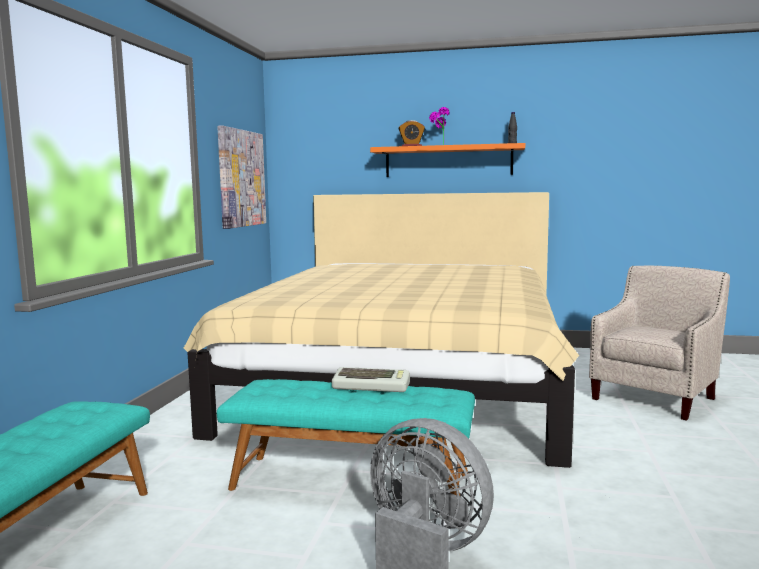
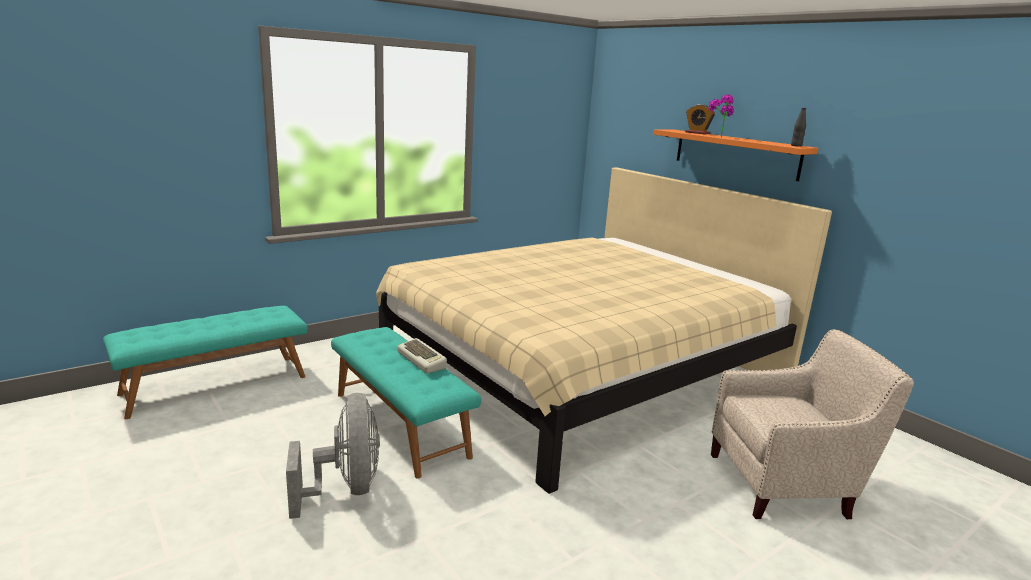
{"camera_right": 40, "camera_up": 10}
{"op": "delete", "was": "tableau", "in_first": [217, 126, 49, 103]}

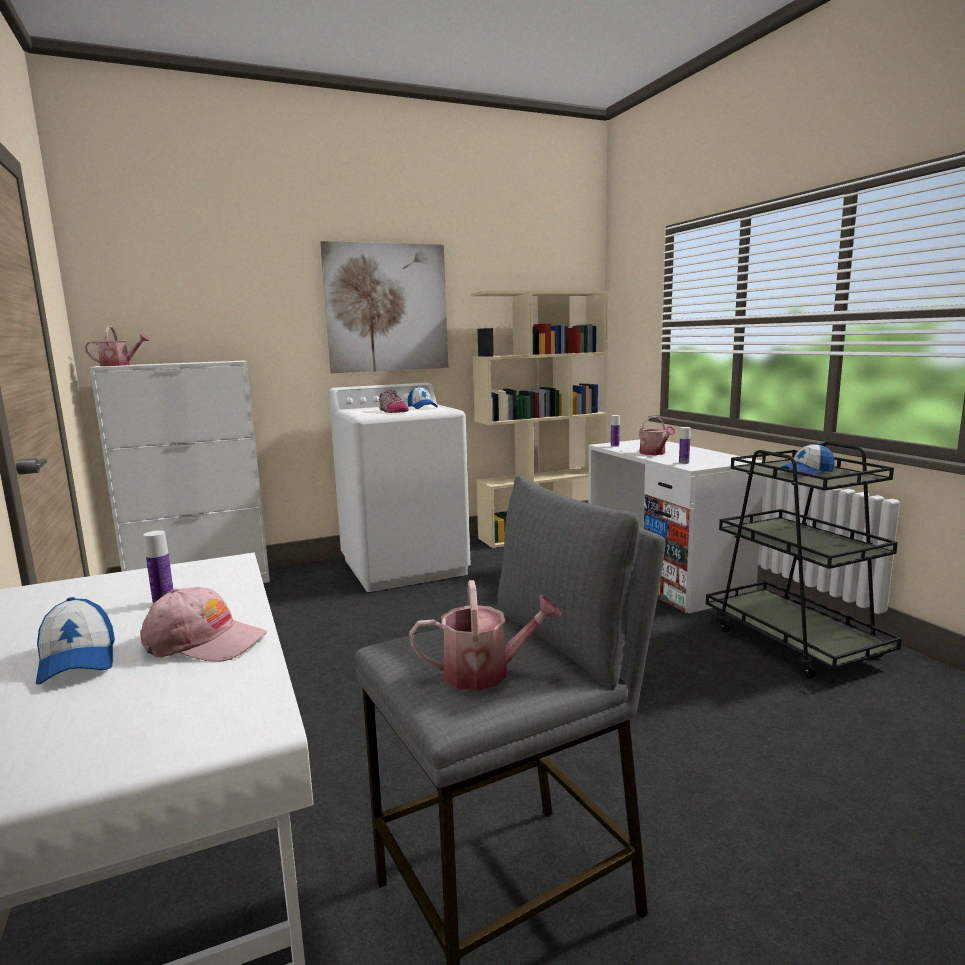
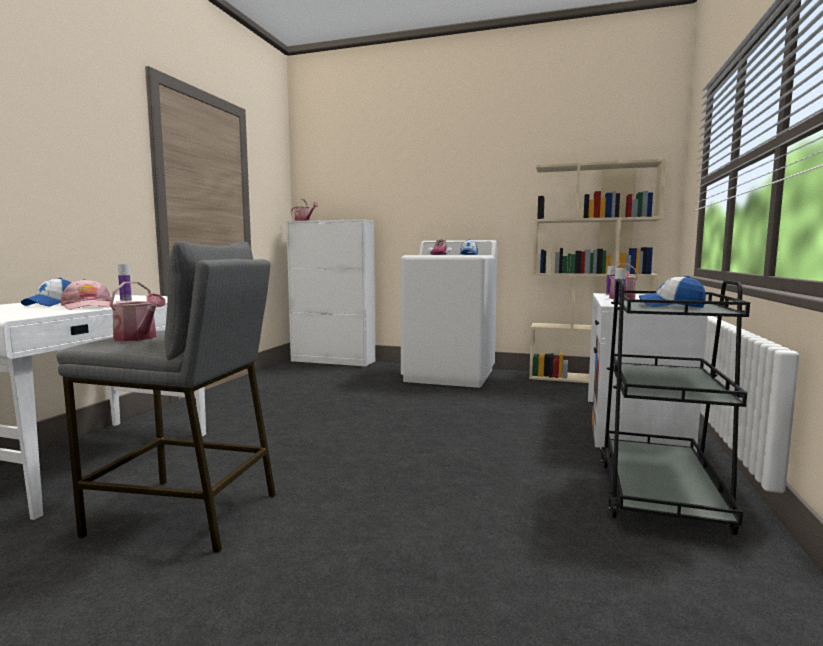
{"camera_right": 40, "camera_up": -5}
{"op": "delete", "was": "tableau", "in_first": [320, 241, 128, 132]}

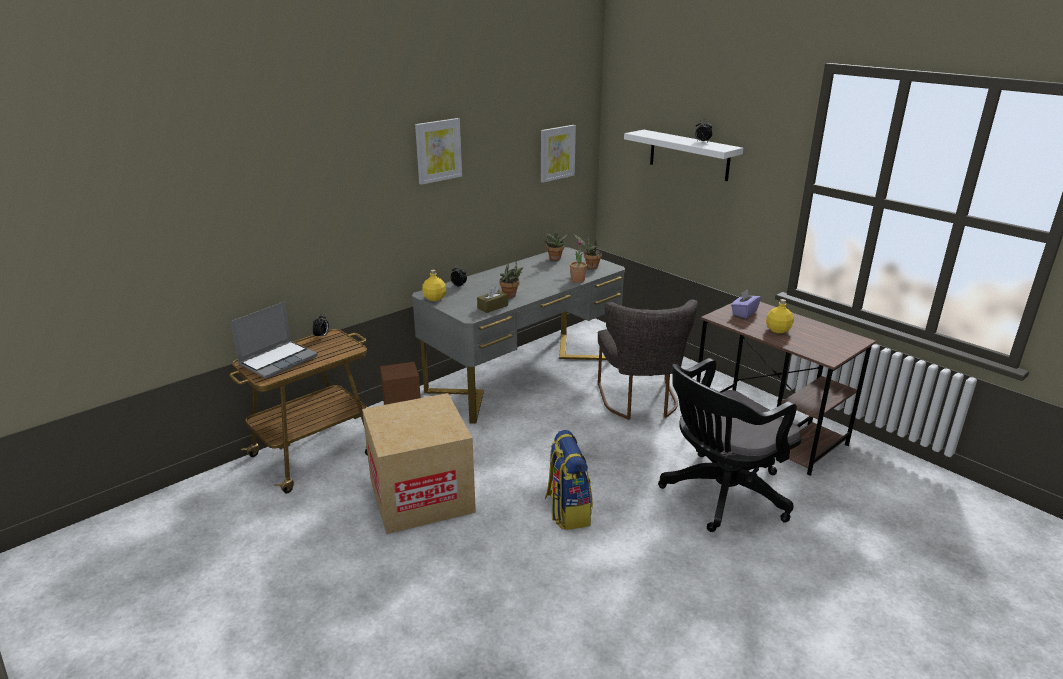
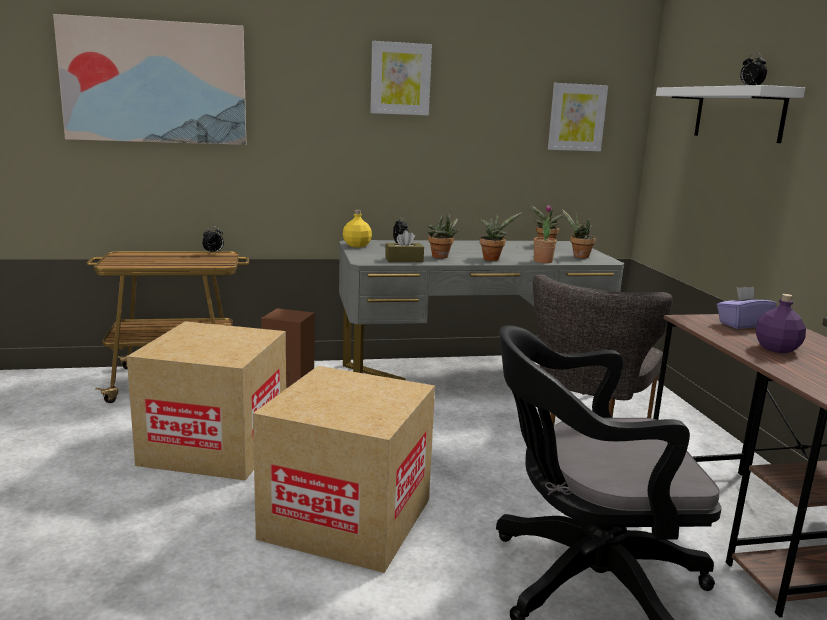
{"camera_right": 30, "camera_up": -10}
{"op": "recolor", "was": "bouteille (jaune)", "now": "bouteille (violet)", "in_first": [766, 299, 28, 34], "in_second": [755, 294, 51, 59]}
{"op": "delete", "was": "ordinateur portable", "in_first": [230, 302, 88, 77]}
{"op": "replace", "was": "sac à dos", "now": "carton", "in_first": [545, 430, 48, 100], "in_second": [253, 366, 182, 207]}
{"op": "insert", "now": "tableau", "in_second": [53, 14, 193, 131]}
{"op": "insert", "now": "plante en pot", "in_second": [479, 211, 43, 50]}

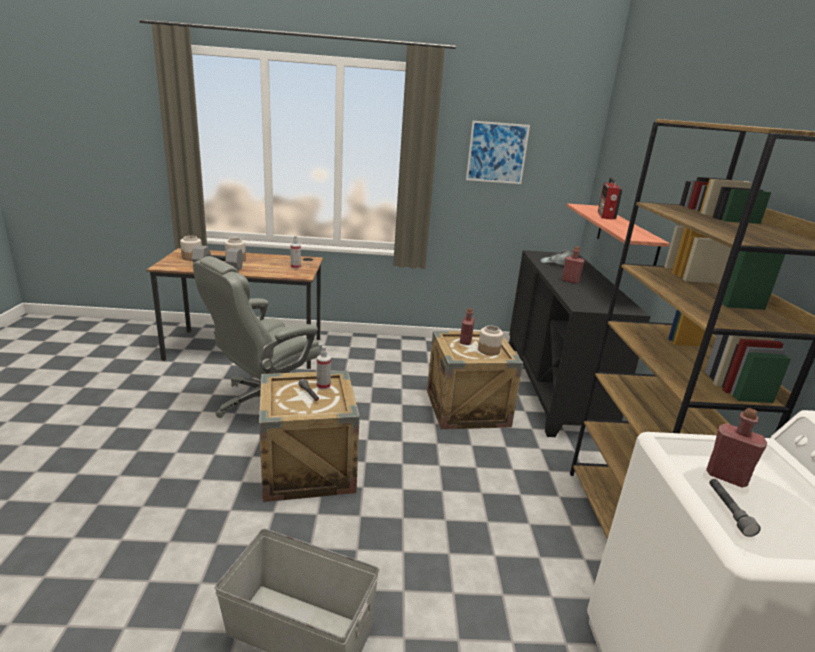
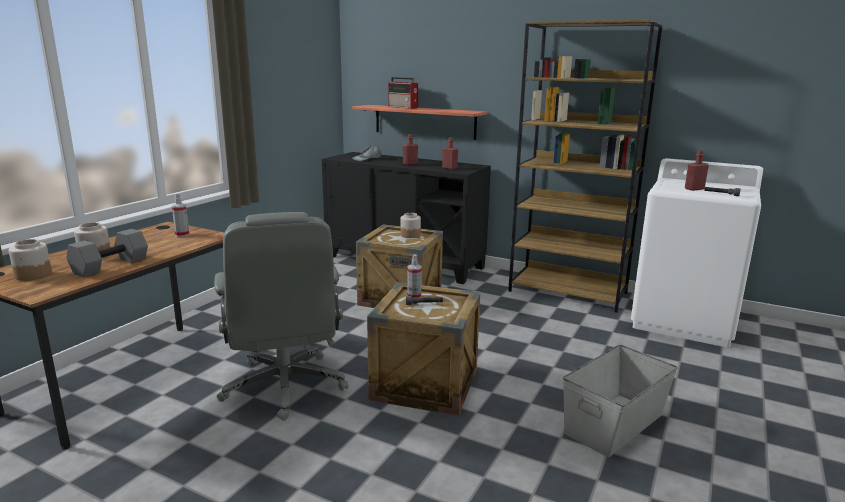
{"camera_right": -60, "camera_up": -5}
{"op": "delete", "was": "tableau", "in_first": [466, 121, 64, 63]}
{"op": "move", "was": "bouteille (rouge)", "in_first": [460, 308, 15, 37], "in_second": [442, 137, 16, 33]}

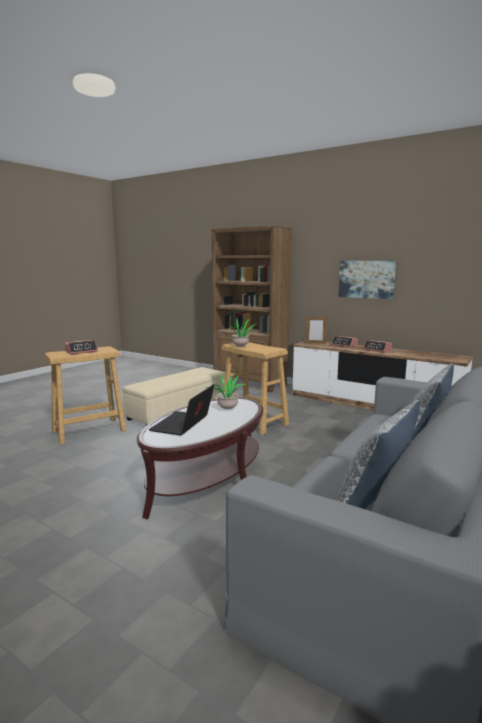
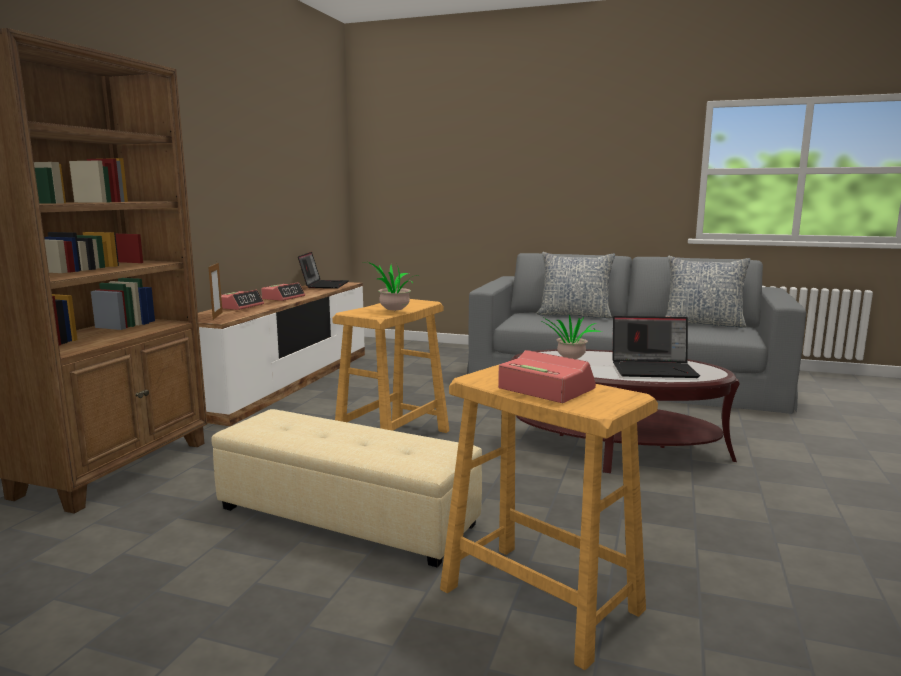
{"camera_right": -105, "camera_up": 0}
{"op": "delete", "was": "tableau", "in_first": [338, 261, 58, 38]}
{"op": "insert", "now": "ordinateur portable", "in_second": [298, 252, 51, 36]}

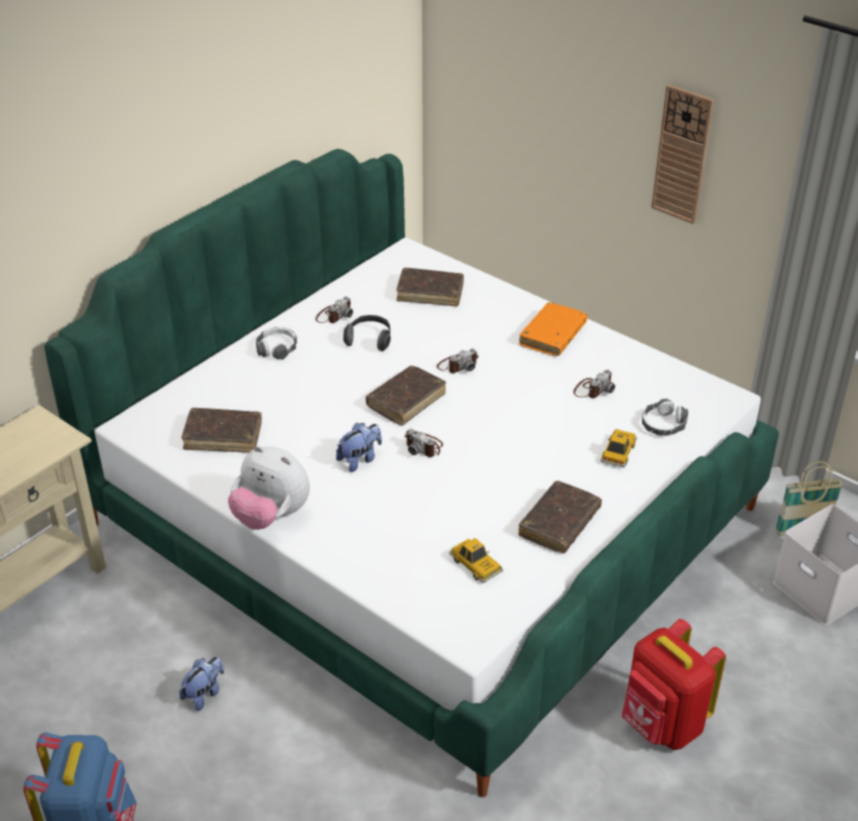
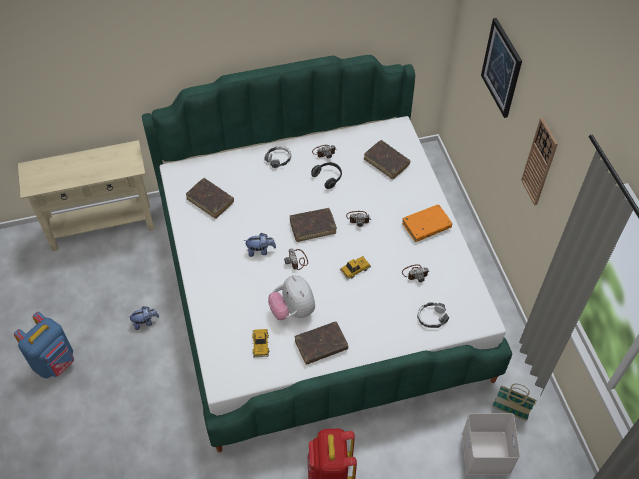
{"camera_right": 35, "camera_up": 15}
{"op": "move", "was": "petite voiture", "in_first": [600, 429, 37, 39], "in_second": [340, 256, 31, 24]}
{"op": "move", "was": "peluche", "in_first": [228, 445, 82, 85], "in_second": [268, 275, 47, 45]}
{"op": "insert", "now": "tableau", "in_second": [481, 18, 41, 100]}

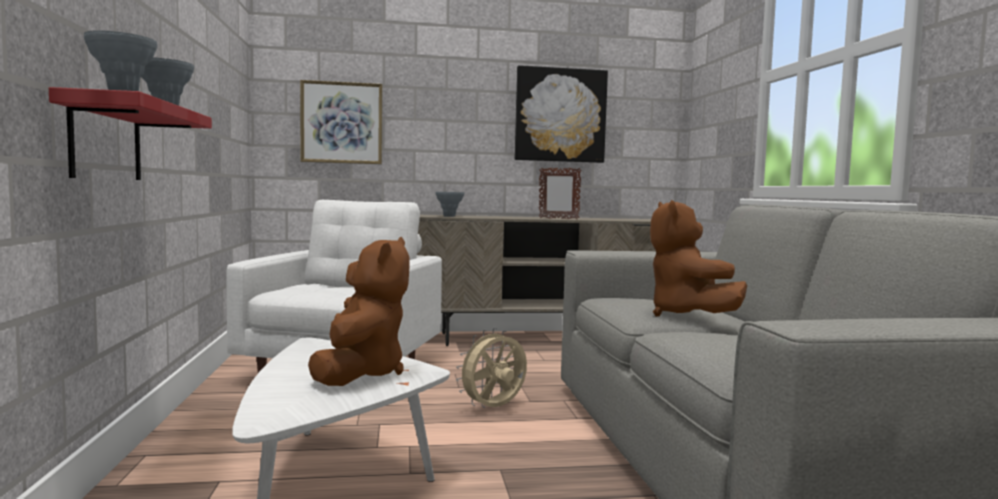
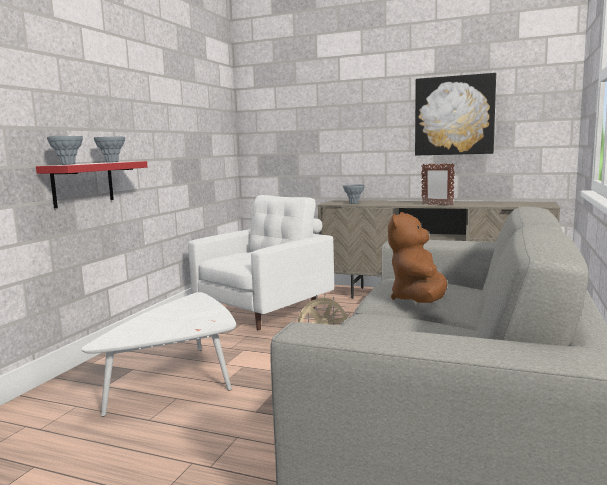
{"camera_right": 30, "camera_up": 5}
{"op": "delete", "was": "tableau", "in_first": [300, 80, 82, 84]}
{"op": "delete", "was": "peluche (marron)", "in_first": [308, 237, 102, 149]}

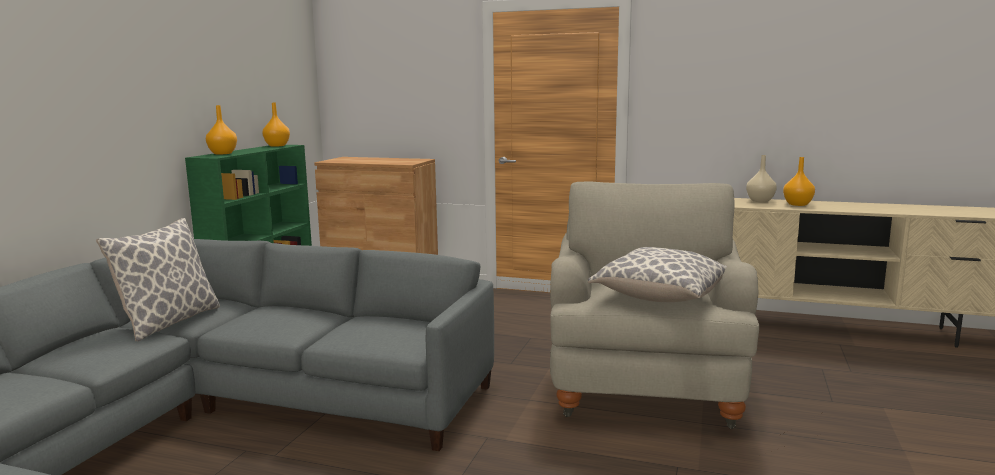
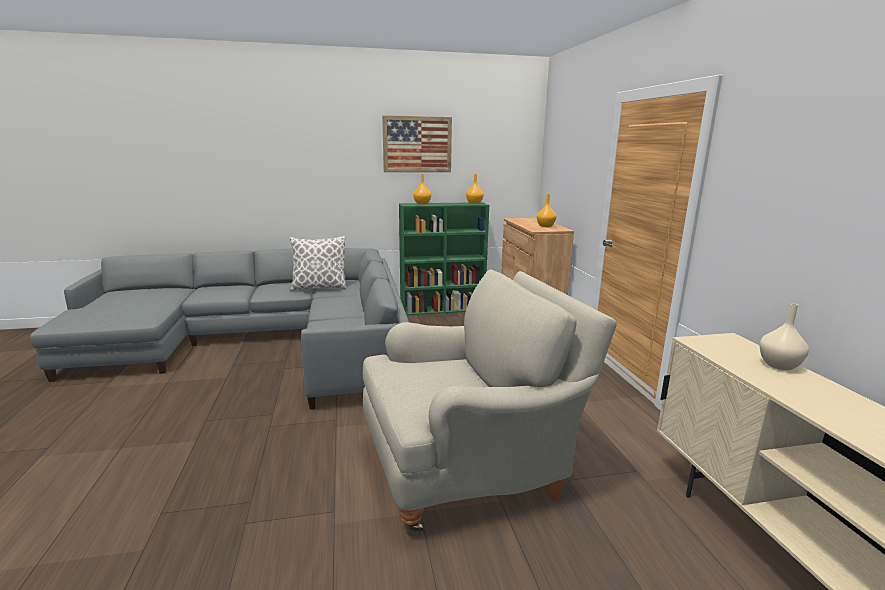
{"camera_right": 60, "camera_up": 5}
{"op": "move", "was": "vase (orange)", "in_first": [783, 157, 32, 49], "in_second": [537, 194, 19, 33]}
{"op": "delete", "was": "coussin", "in_first": [588, 247, 139, 55]}
{"op": "insert", "now": "tableau", "in_second": [382, 115, 70, 57]}

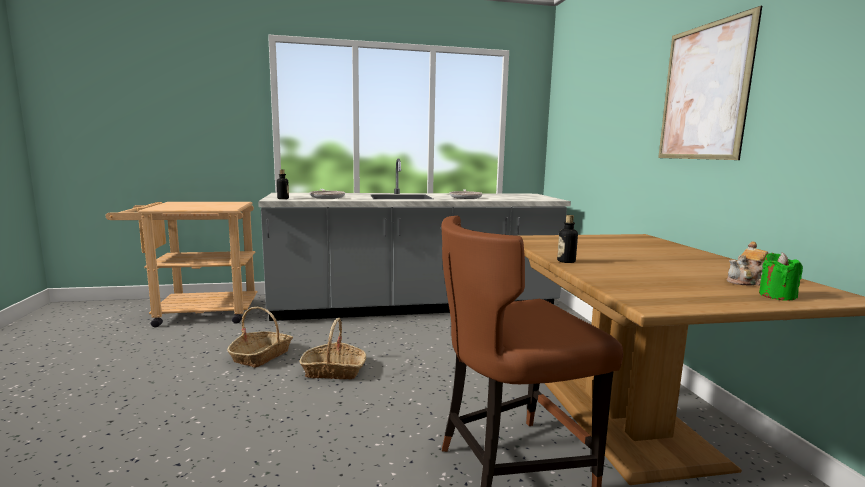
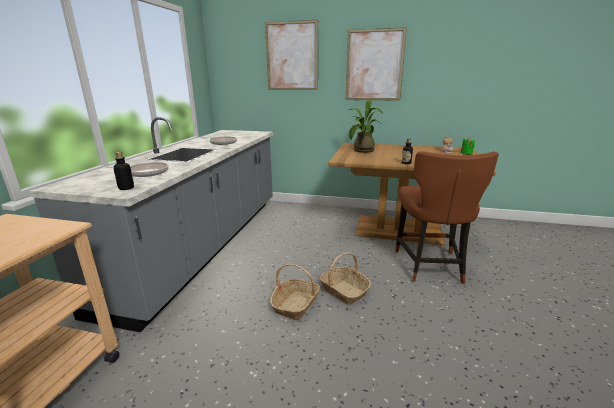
{"camera_right": -65, "camera_up": 10}
{"op": "move", "was": "panier", "in_first": [227, 307, 66, 61], "in_second": [319, 252, 52, 53]}
{"op": "insert", "now": "tableau", "in_second": [265, 20, 53, 70]}
{"op": "insert", "now": "plante en pot", "in_second": [349, 100, 34, 53]}

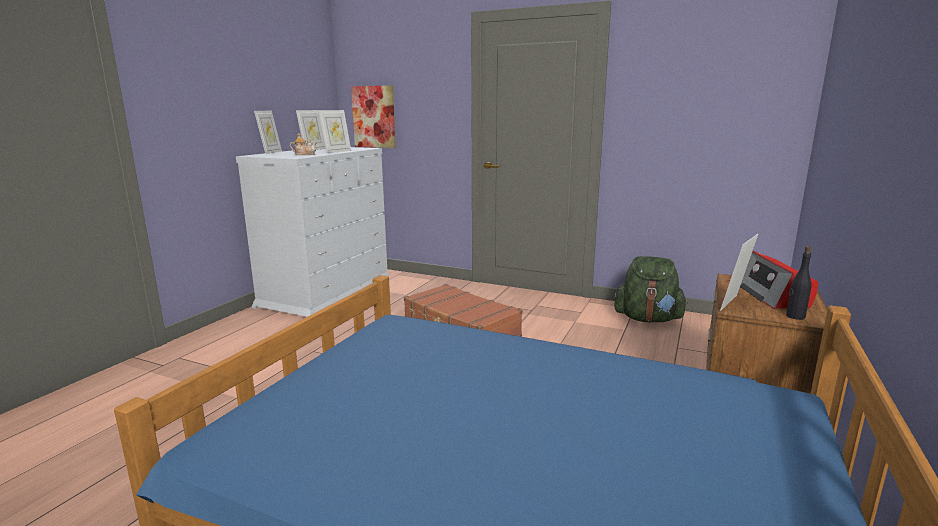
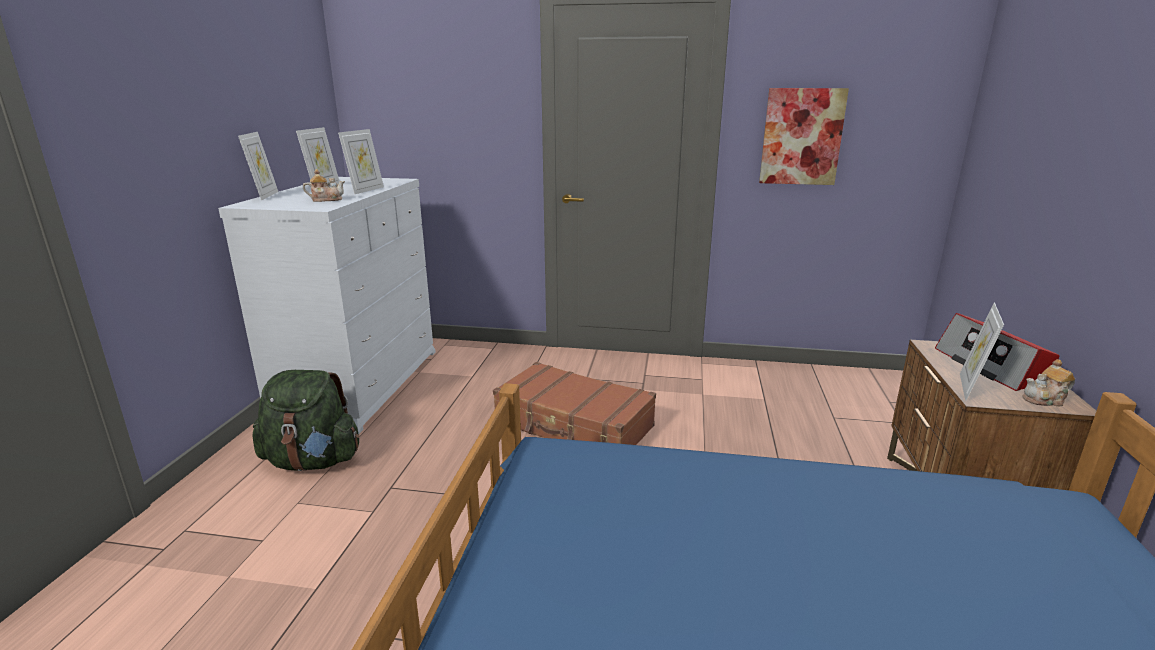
{"camera_right": -15, "camera_up": 5}
{"op": "move", "was": "tableau", "in_first": [351, 85, 45, 63], "in_second": [759, 88, 90, 97]}
{"op": "replace", "was": "bouteille (noir)", "now": "théière", "in_first": [786, 246, 26, 74], "in_second": [1023, 359, 52, 47]}
{"op": "move", "was": "sac à dos (vert)", "in_first": [614, 256, 74, 66], "in_second": [252, 370, 107, 101]}

